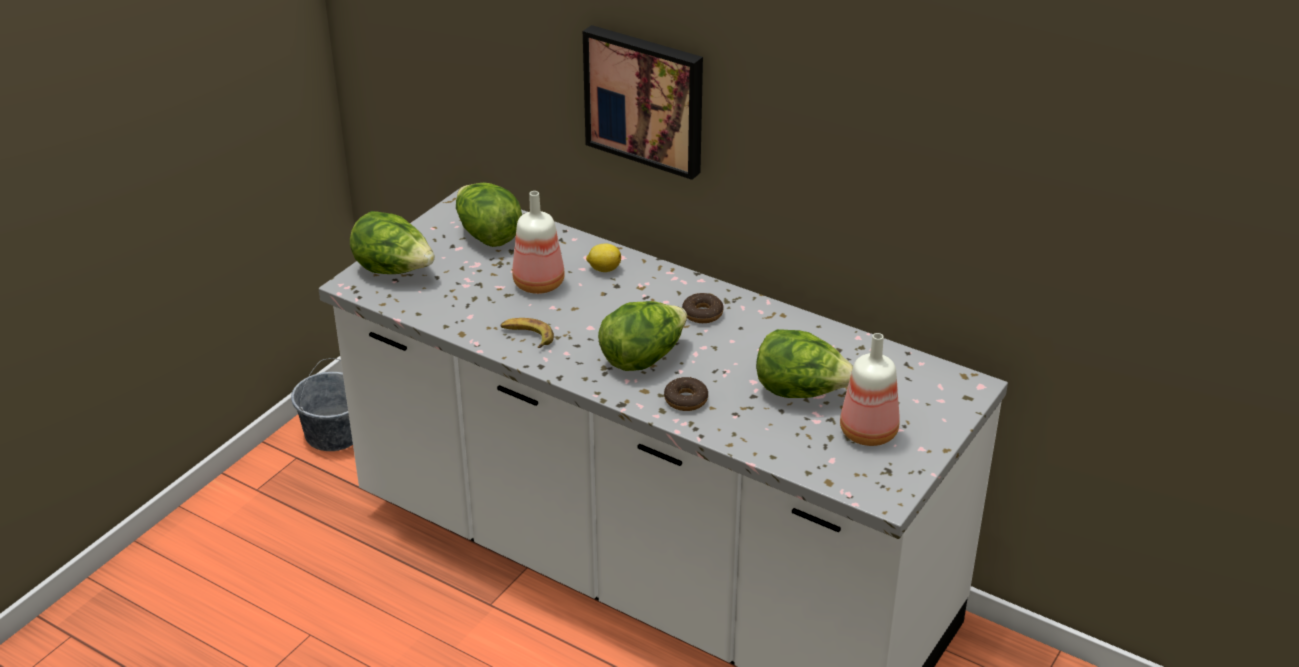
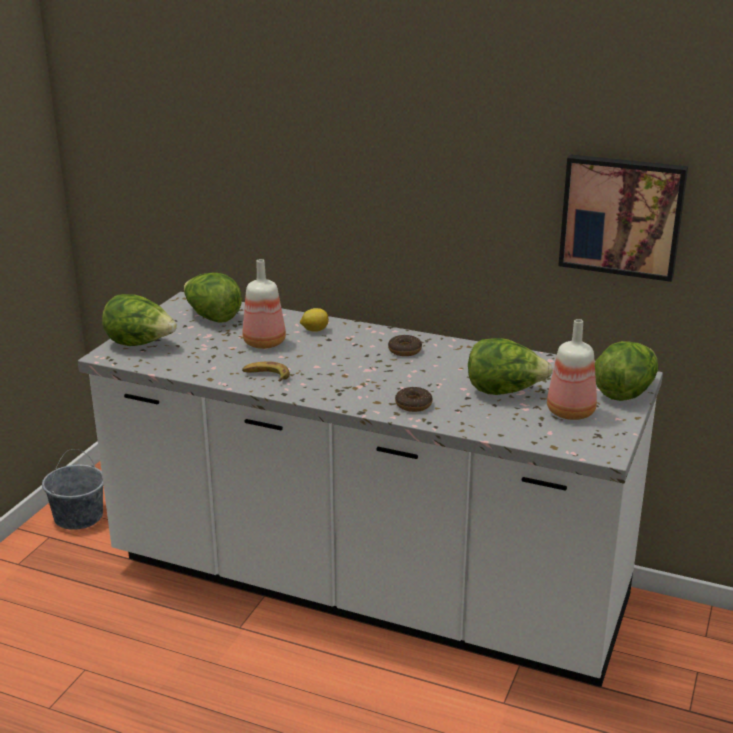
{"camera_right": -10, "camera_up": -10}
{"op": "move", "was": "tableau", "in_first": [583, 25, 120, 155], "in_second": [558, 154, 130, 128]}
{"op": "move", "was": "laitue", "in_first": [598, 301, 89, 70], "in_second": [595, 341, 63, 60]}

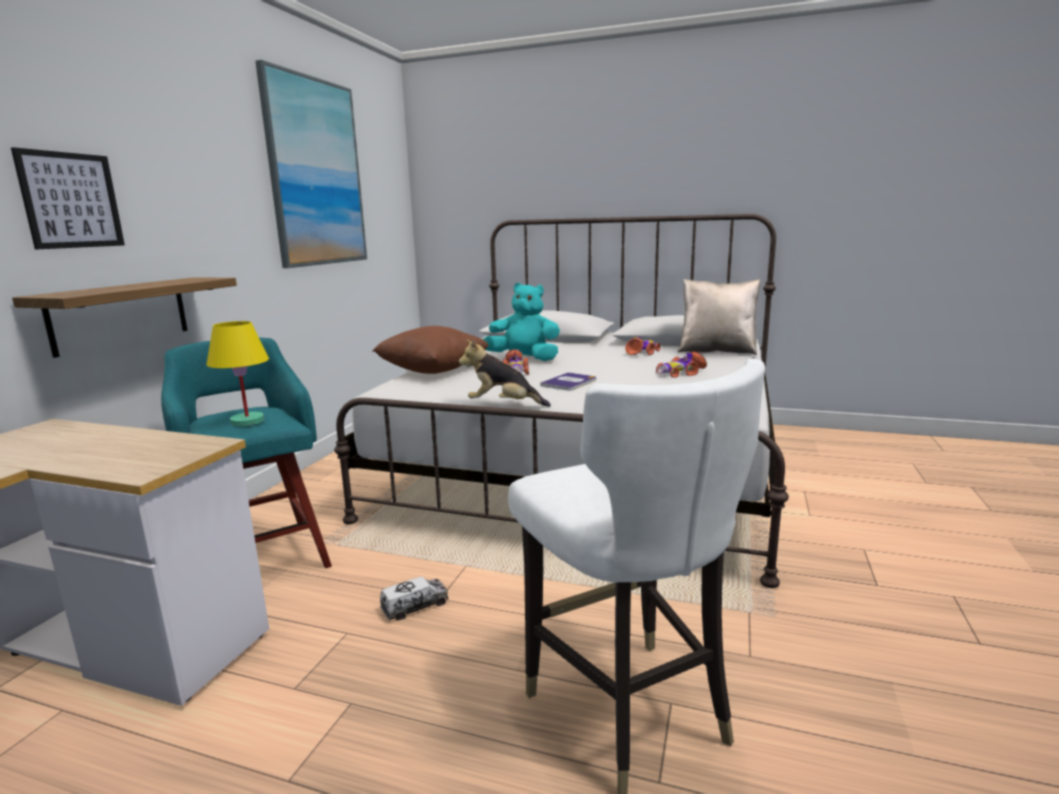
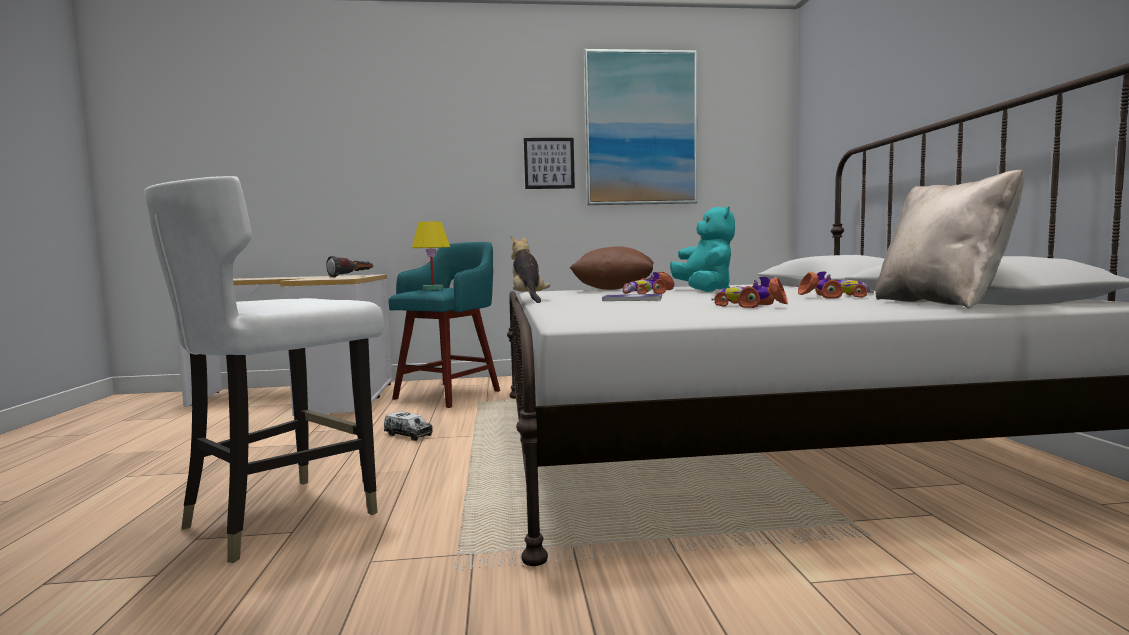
{"camera_right": 65, "camera_up": -10}
{"op": "move", "was": "tableau", "in_first": [11, 147, 114, 102], "in_second": [524, 138, 51, 51]}
{"op": "delete", "was": "étagère", "in_first": [12, 278, 225, 80]}
{"op": "insert", "now": "lampe de poche", "in_second": [326, 256, 47, 22]}

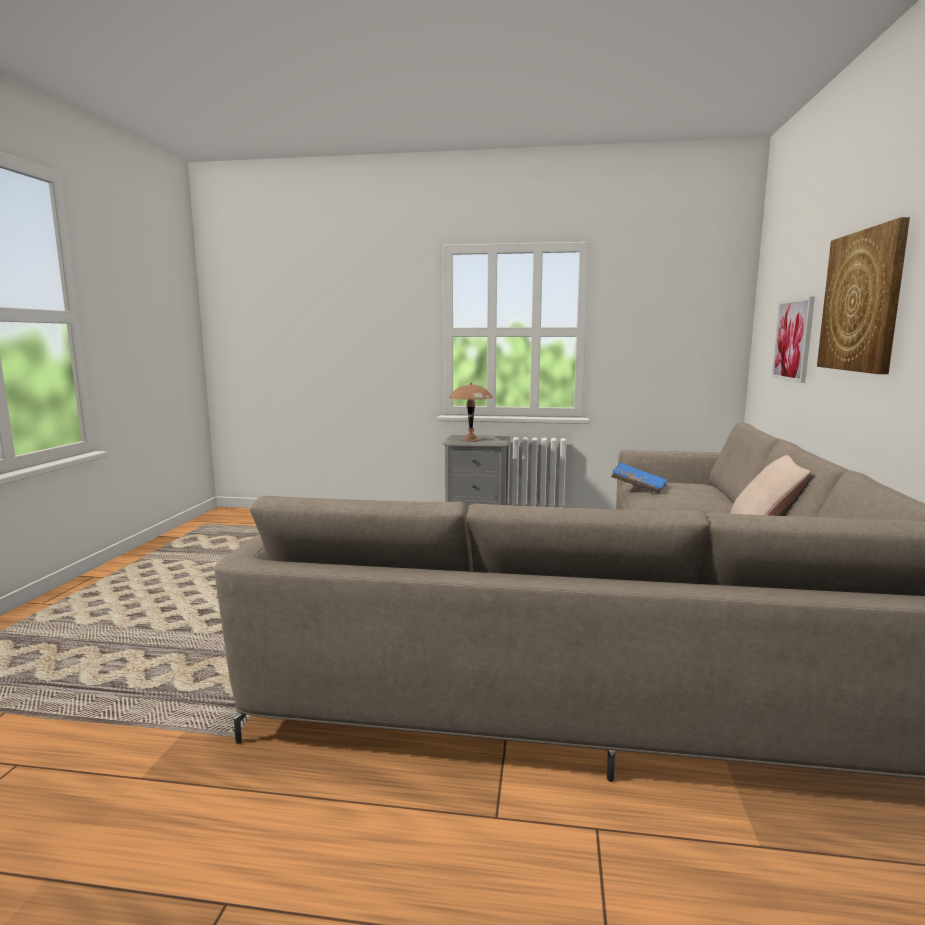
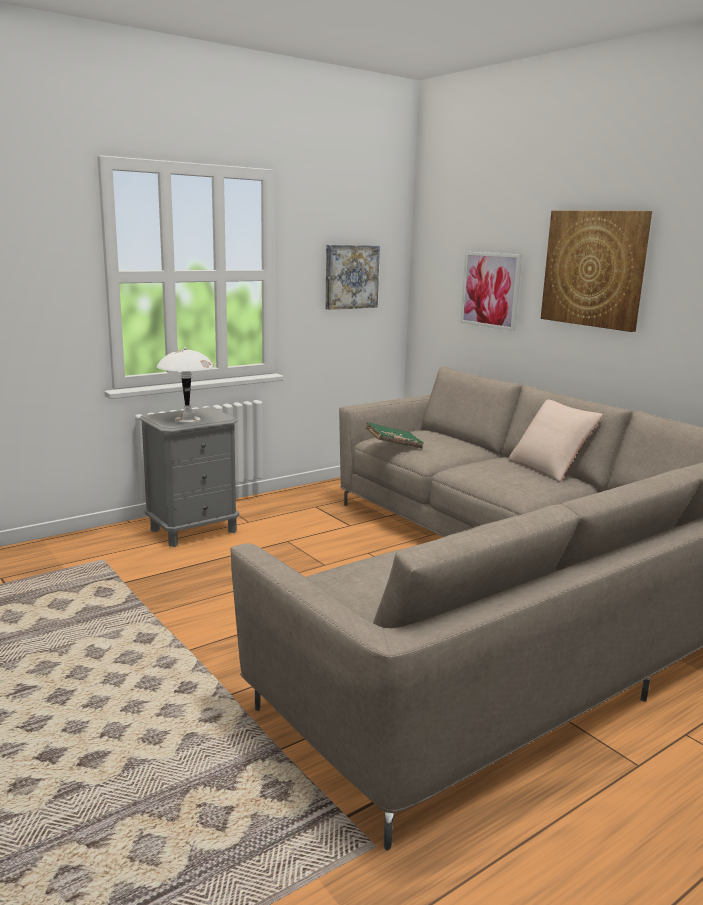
{"camera_right": -45, "camera_up": 5}
{"op": "recolor", "was": "lampe de table (marron)", "now": "lampe de table (blanc)", "in_first": [449, 382, 44, 60], "in_second": [157, 347, 58, 76]}
{"op": "recolor", "was": "livre (bleu)", "now": "livre (vert)", "in_first": [611, 463, 56, 31], "in_second": [365, 422, 58, 26]}
{"op": "insert", "now": "tableau", "in_second": [325, 245, 55, 65]}

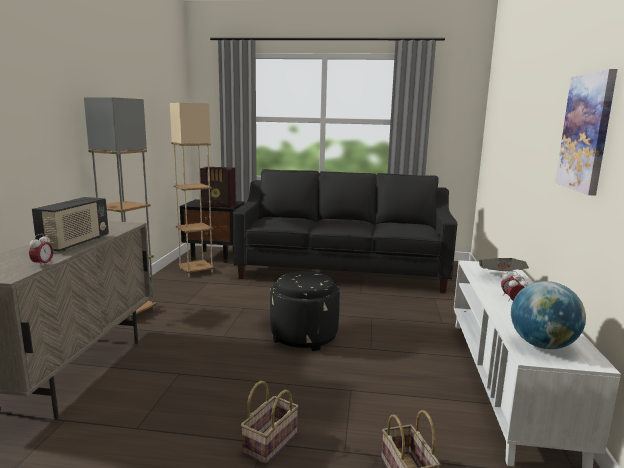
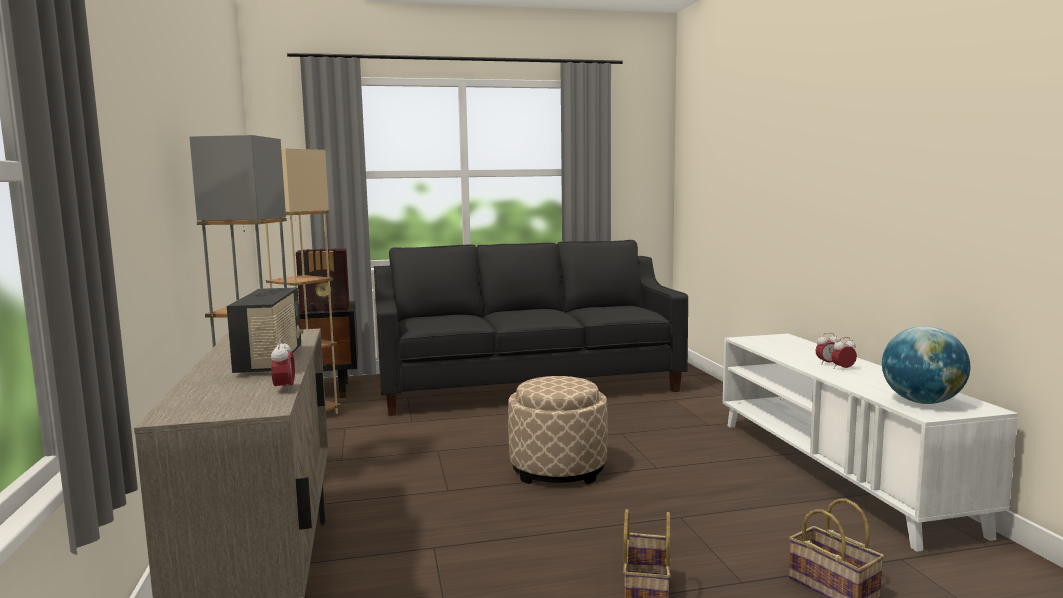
{"camera_right": -20, "camera_up": -5}
{"op": "delete", "was": "tableau", "in_first": [555, 69, 63, 127]}
{"op": "delete", "was": "journal", "in_first": [479, 258, 50, 13]}
{"op": "recolor", "was": "pouf (noir)", "now": "pouf (beige)", "in_first": [270, 271, 70, 80], "in_second": [508, 376, 100, 108]}

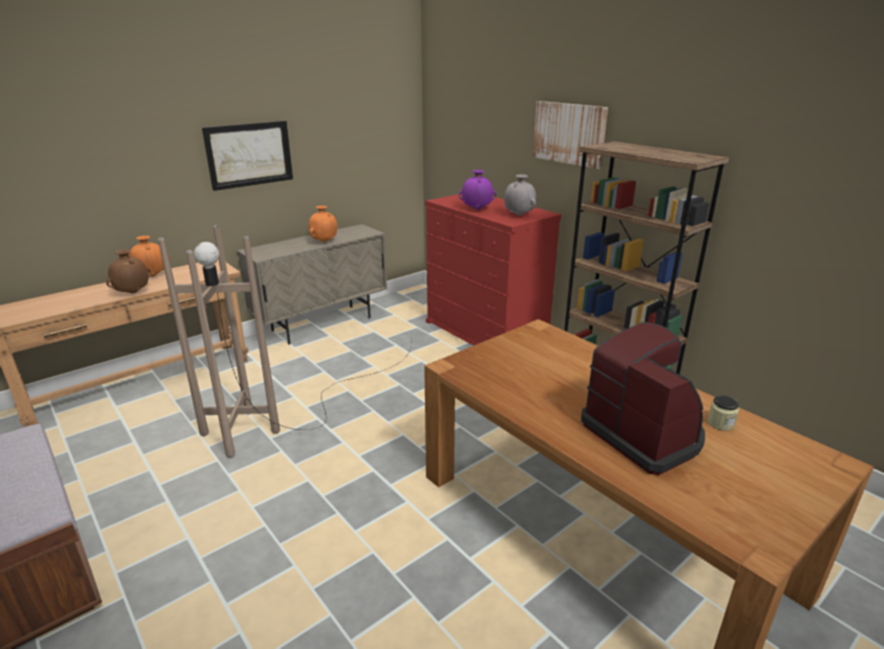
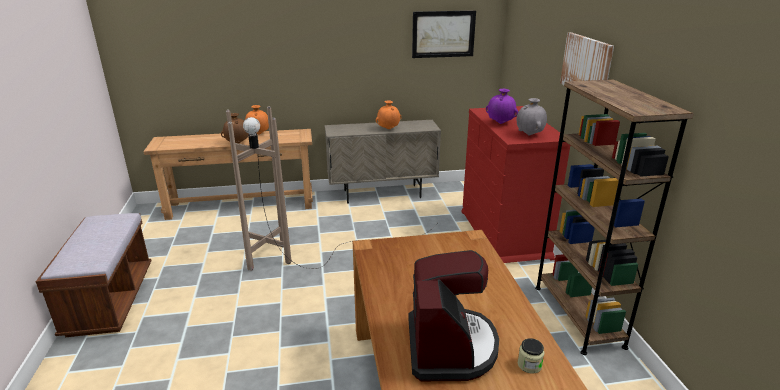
{"camera_right": 30, "camera_up": 0}
{"op": "move", "was": "tableau", "in_first": [202, 121, 91, 70], "in_second": [412, 10, 64, 48]}

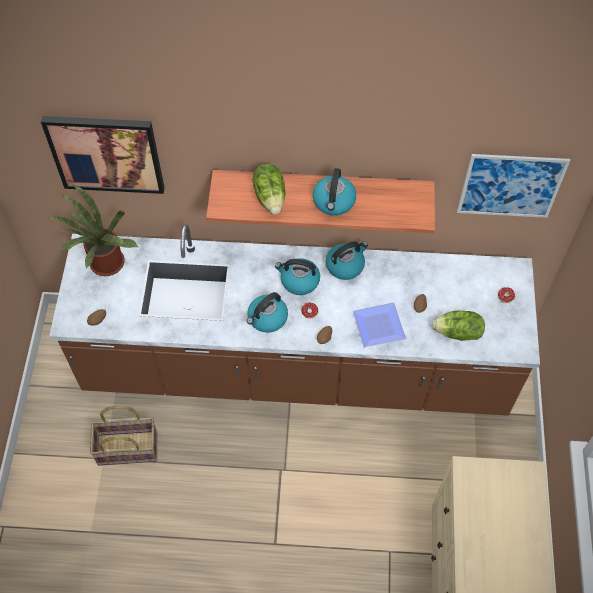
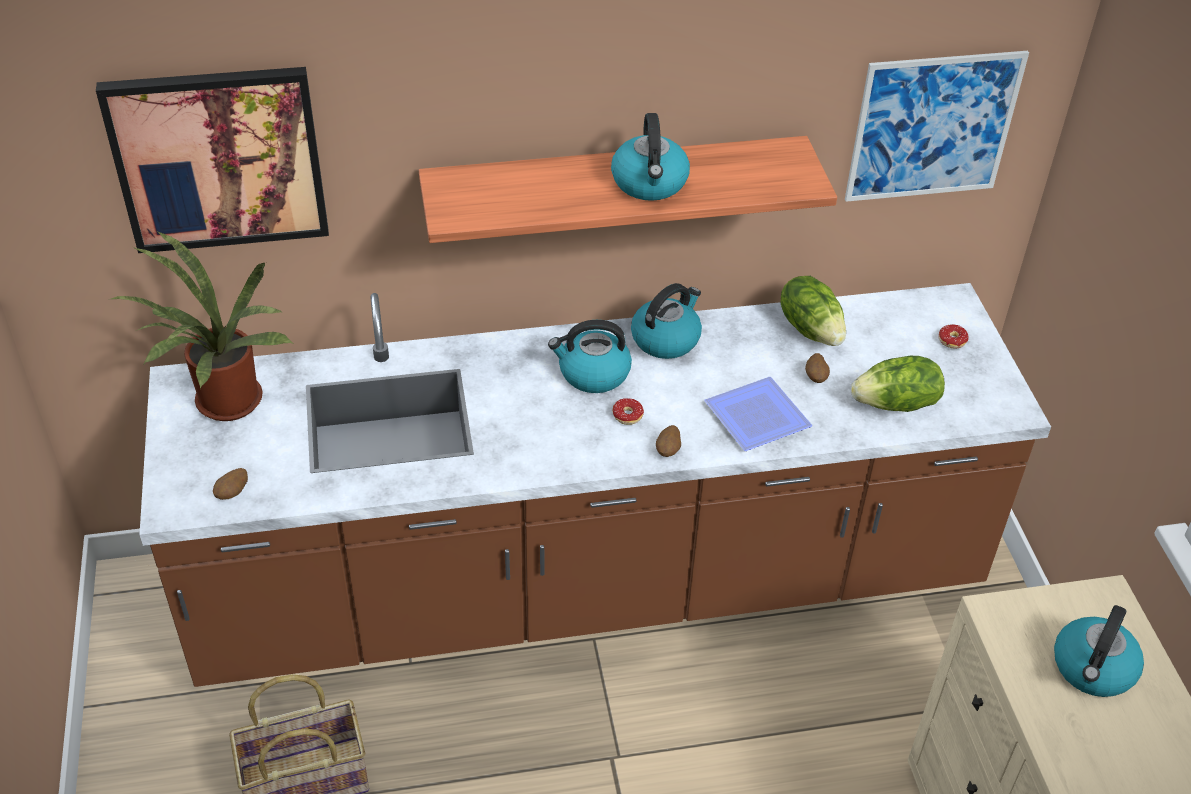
{"camera_right": -15, "camera_up": -15}
{"op": "move", "was": "laitue", "in_first": [253, 164, 32, 50], "in_second": [780, 276, 66, 70]}
{"op": "move", "was": "bouilloire", "in_first": [247, 292, 41, 41], "in_second": [1054, 605, 90, 92]}

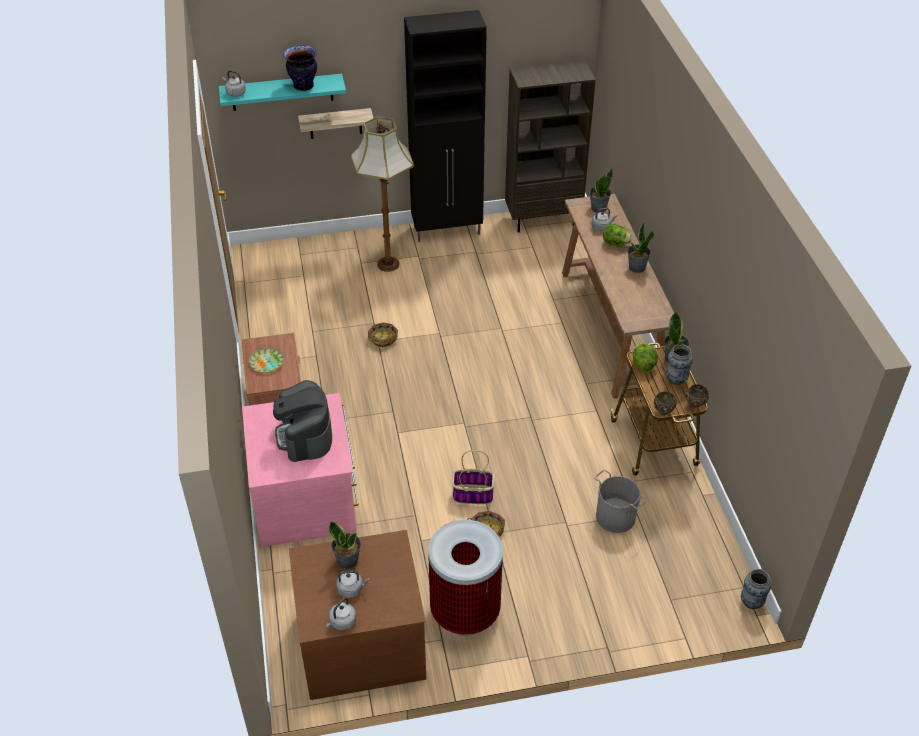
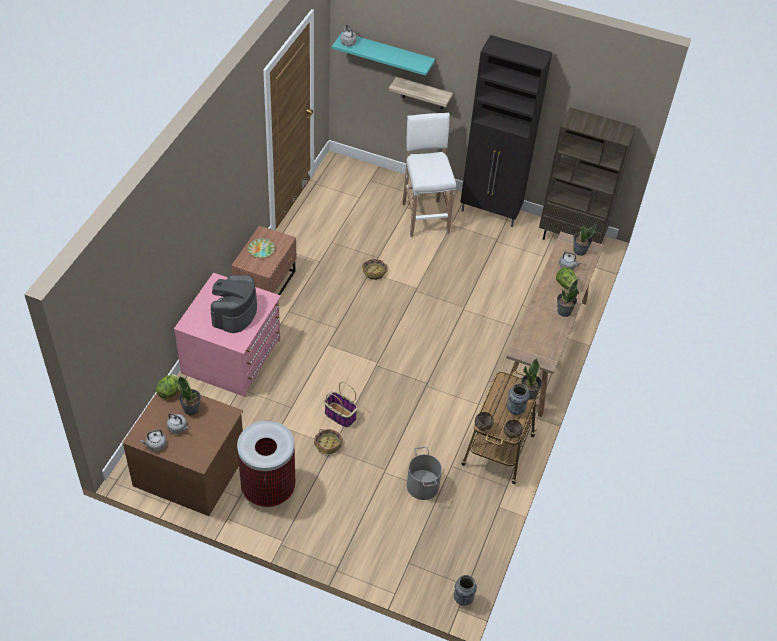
{"camera_right": 30, "camera_up": 5}
{"op": "delete", "was": "vase", "in_first": [283, 46, 34, 45]}
{"op": "replace", "was": "lampadaire", "now": "tabouret (blanc)", "in_first": [351, 117, 63, 155], "in_second": [402, 113, 54, 125]}
{"op": "move", "was": "laitue", "in_first": [633, 343, 25, 29], "in_second": [156, 374, 23, 25]}

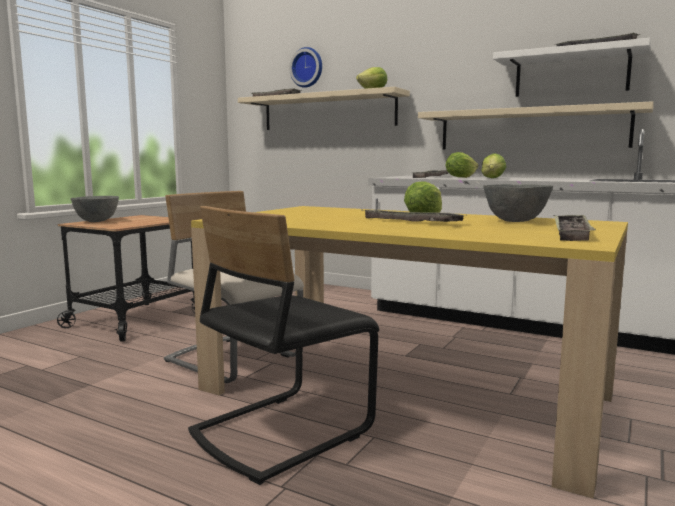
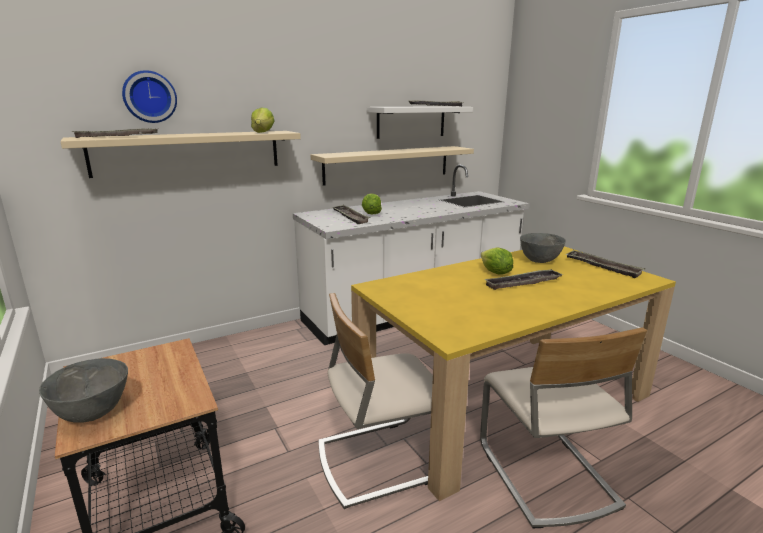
{"camera_right": -60, "camera_up": 10}
{"op": "delete", "was": "laitue", "in_first": [481, 153, 25, 25]}
{"op": "recolor", "was": "chaise (noir)", "now": "chaise (beige)", "in_first": [188, 206, 191, 279], "in_second": [480, 327, 167, 201]}

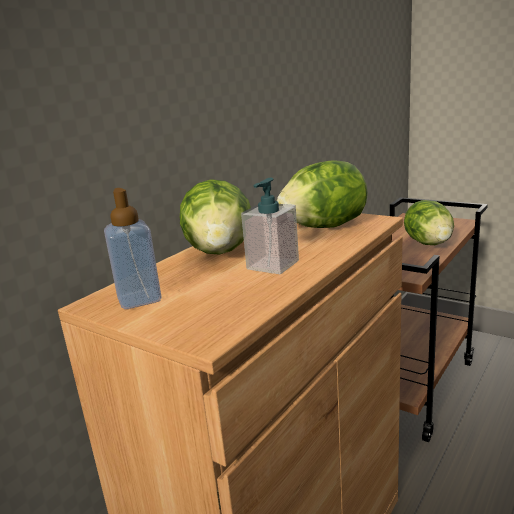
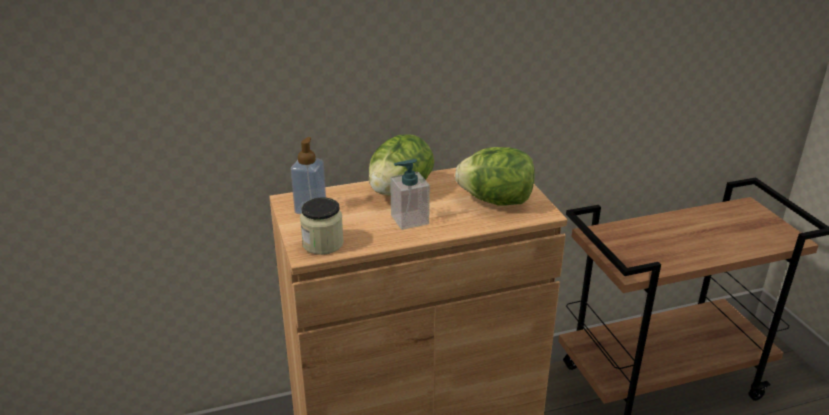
{"camera_right": 35, "camera_up": 10}
{"op": "delete", "was": "laitue", "in_first": [404, 200, 50, 45]}
{"op": "insert", "now": "bocal", "in_second": [300, 197, 44, 58]}

